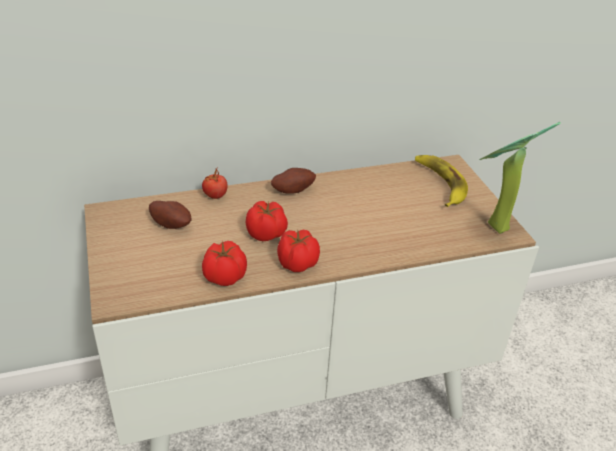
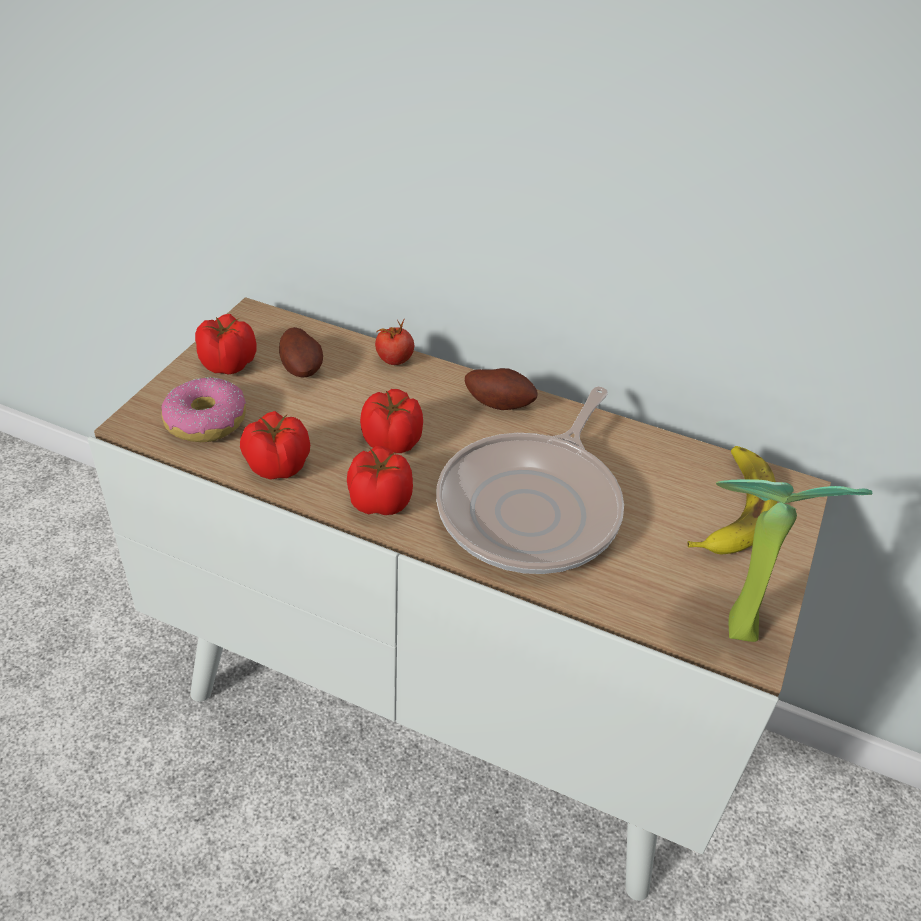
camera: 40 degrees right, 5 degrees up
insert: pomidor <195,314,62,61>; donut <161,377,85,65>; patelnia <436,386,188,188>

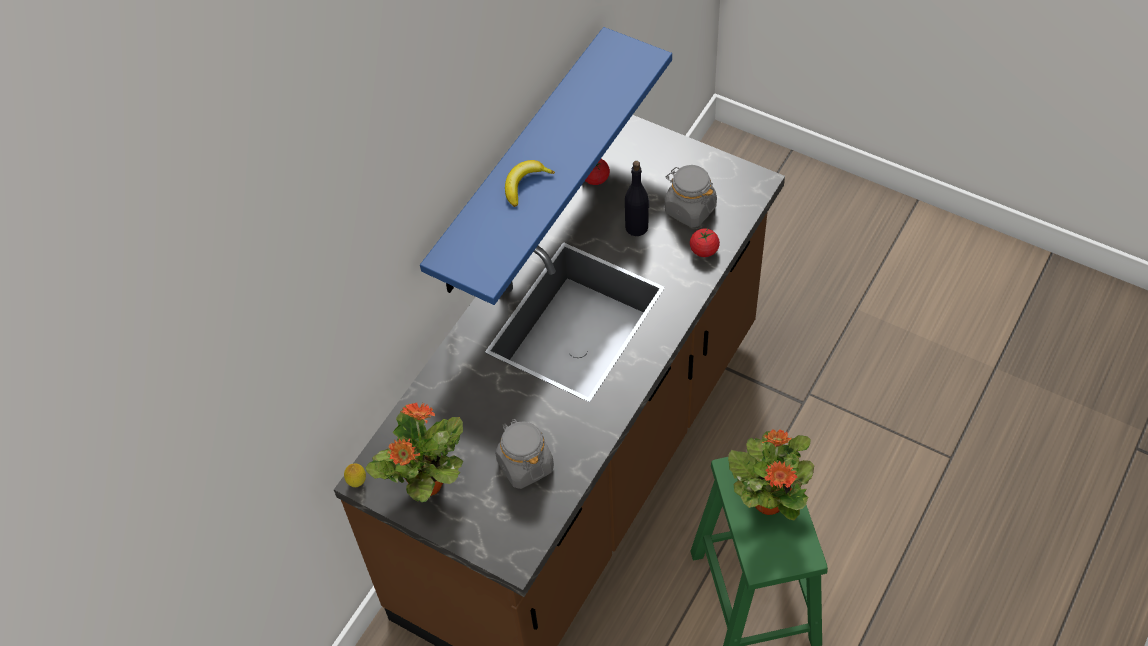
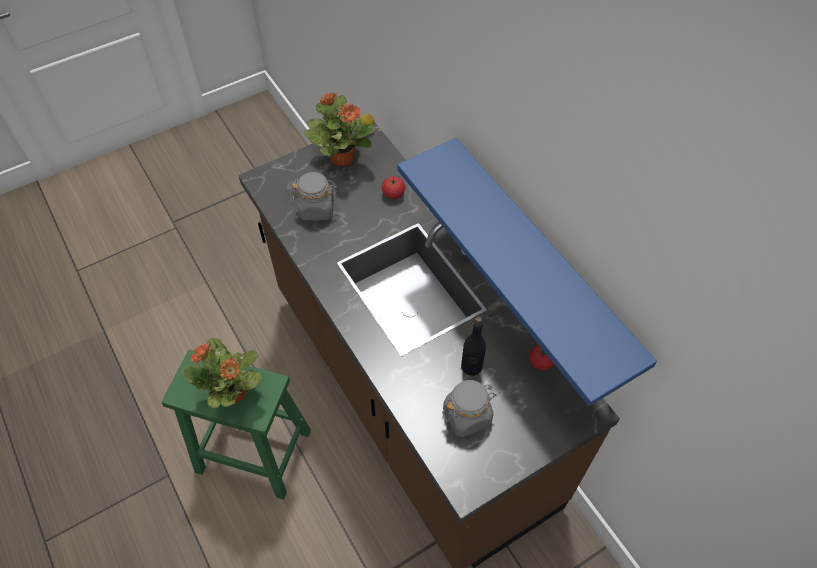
camera: 115 degrees right, 0 degrees up
delete: banan <505,160,50,47>
move: pomidor <690,228,30,29> to <382,176,23,23>

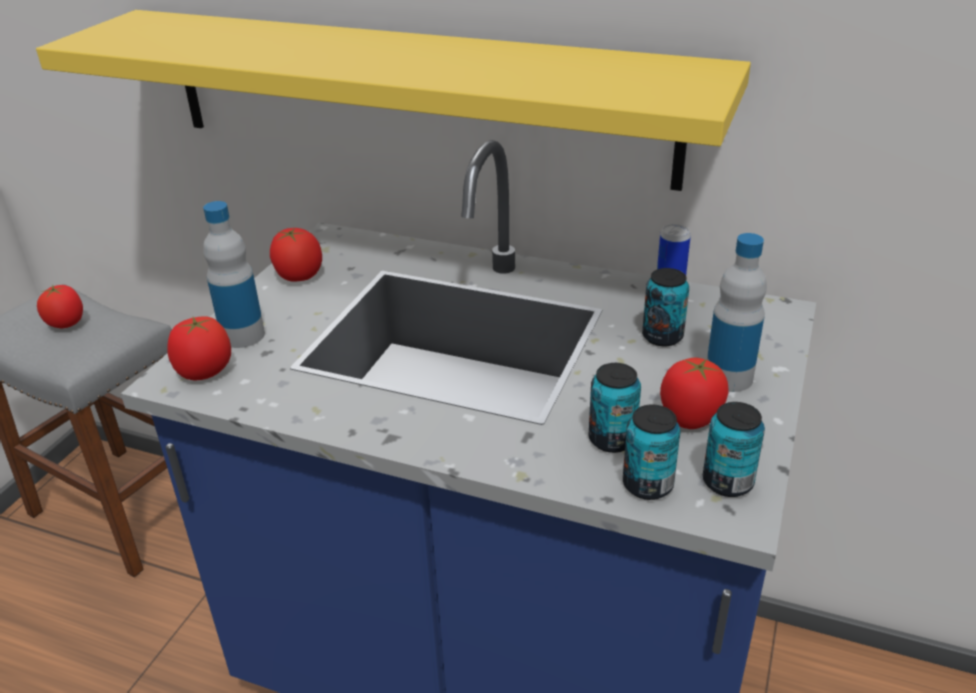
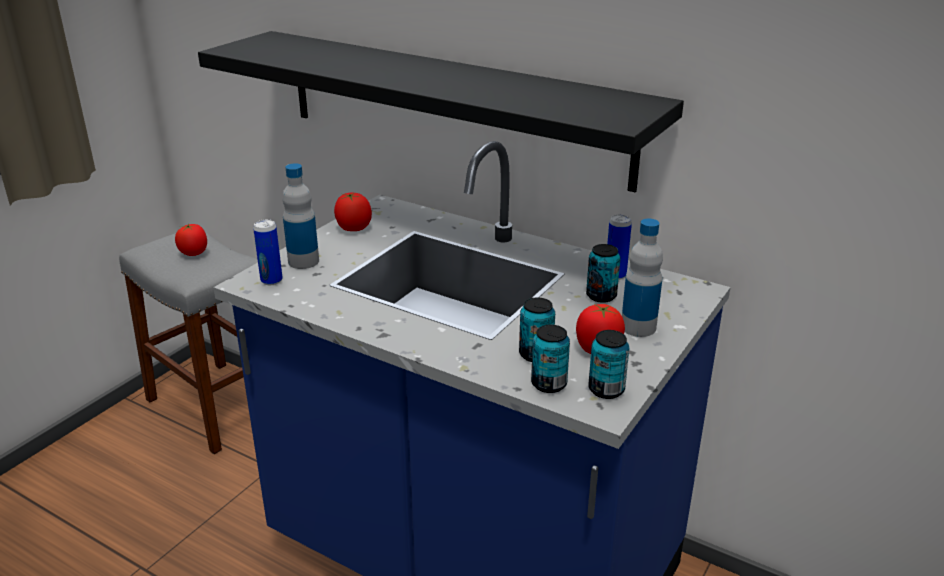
camera: 10 degrees right, 5 degrees down
replace: pomidor <167,316,64,64> to puszka <253,219,30,66>
recolor: półka [żółty] <36,10,715,181> to półka [czarny] <198,31,486,161>

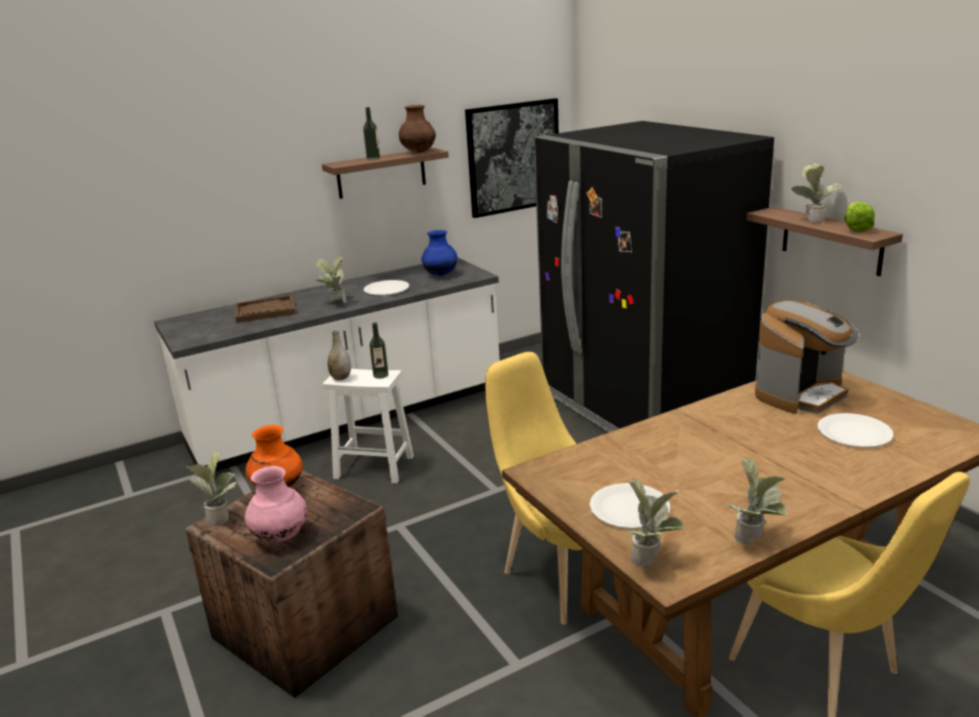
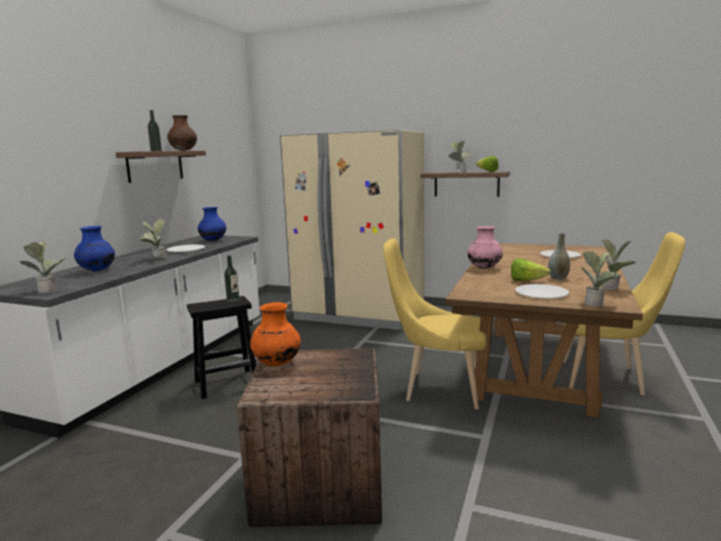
camera: 40 degrees left, 10 degrees down
delete: obraz <465,98,94,120>; ekspres do kawy <755,300,104,114>
insert: sałata <511,258,40,23>
move: wazon [szary] <328,329,23,51> to <548,233,22,47>; roślina doniczkowa <187,451,50,75> to <20,240,46,53>; wazon [różowy] <245,466,62,76> to <468,226,35,42>
replace: taca [brązowy] <235,295,61,28> to wazon [niebieski] <74,226,41,45>
recolor: lodówka [czarny] <534,121,240,312> to lodówka [beżowy] <280,130,144,200>; stołek [biały] <323,369,91,115> to stołek [czarny] <187,296,69,103>

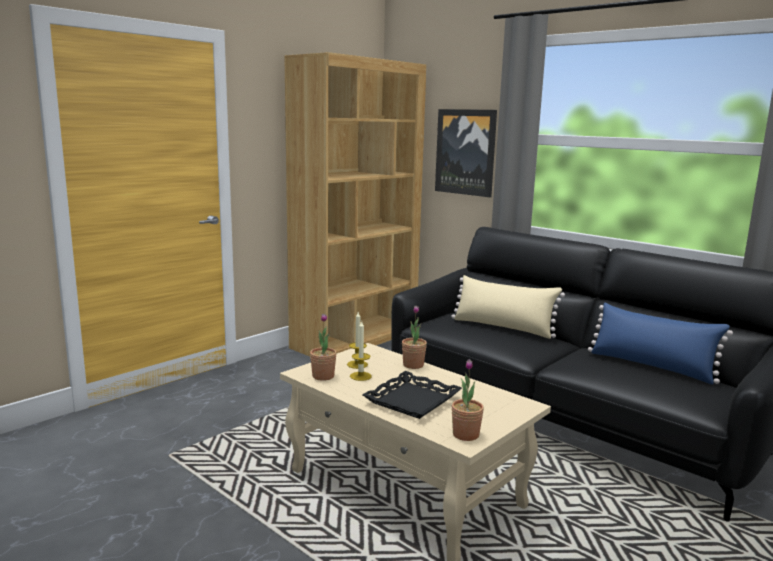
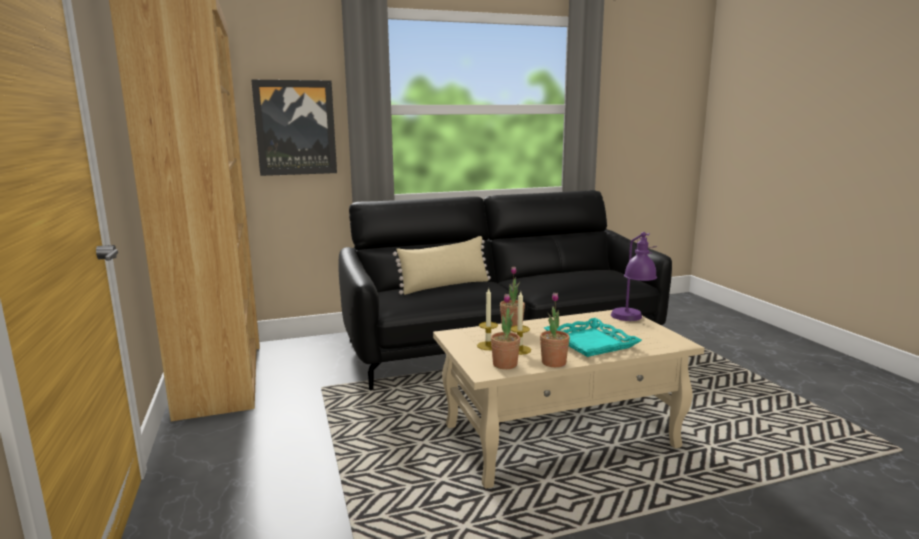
camera: 60 degrees left, 0 degrees up
delete: poduszka [niebieski] <588,303,145,82>
insert: lampa stołowa [fioletowy] <611,232,46,89>
move: roślina doniczkowa <452,359,32,82> to <540,292,30,75>
recolor: taca [czarny] <362,371,100,48> to taca [turkusowy] <544,318,98,39>

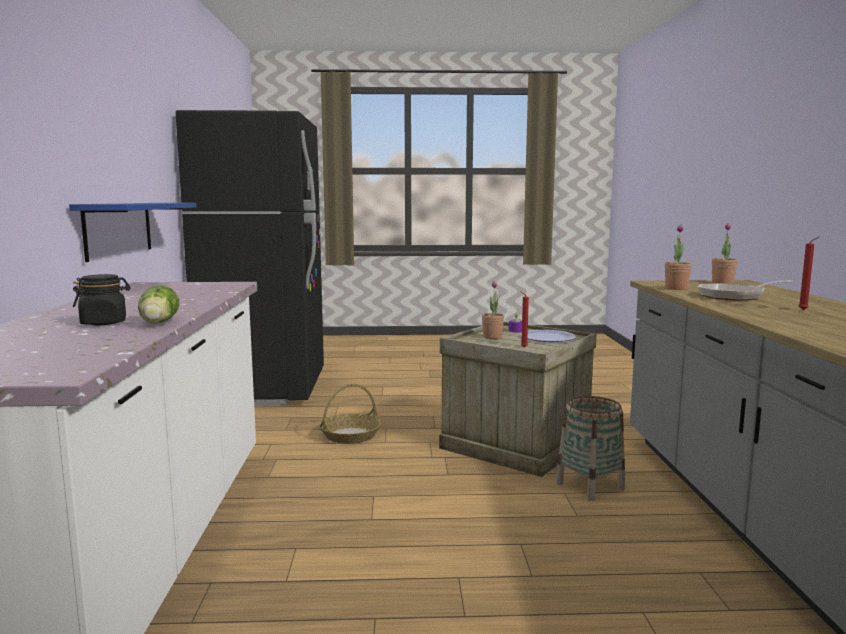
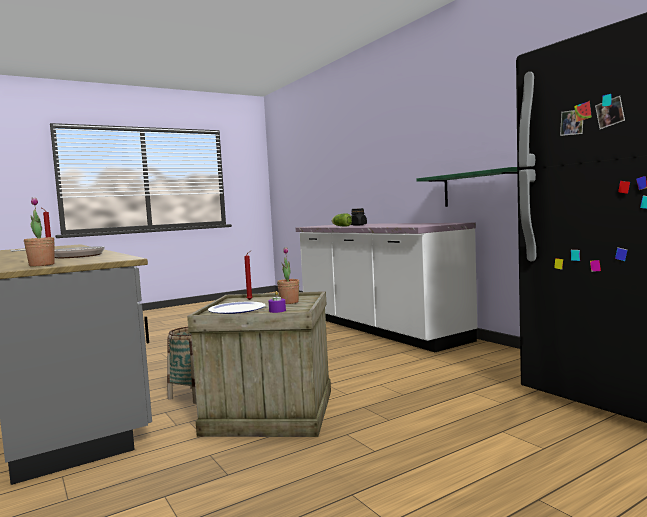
camera: 150 degrees right, 5 degrees down
delete: roślina doniczkowa <665,224,27,66>; koszyk <319,384,62,60>
recolor: półka [niebieski] <69,203,127,59> to półka [zielony] <417,167,100,40>

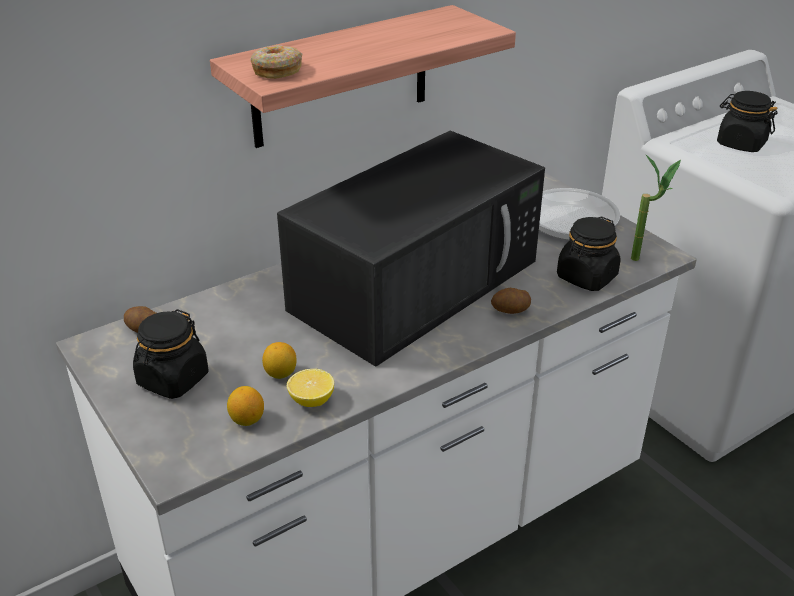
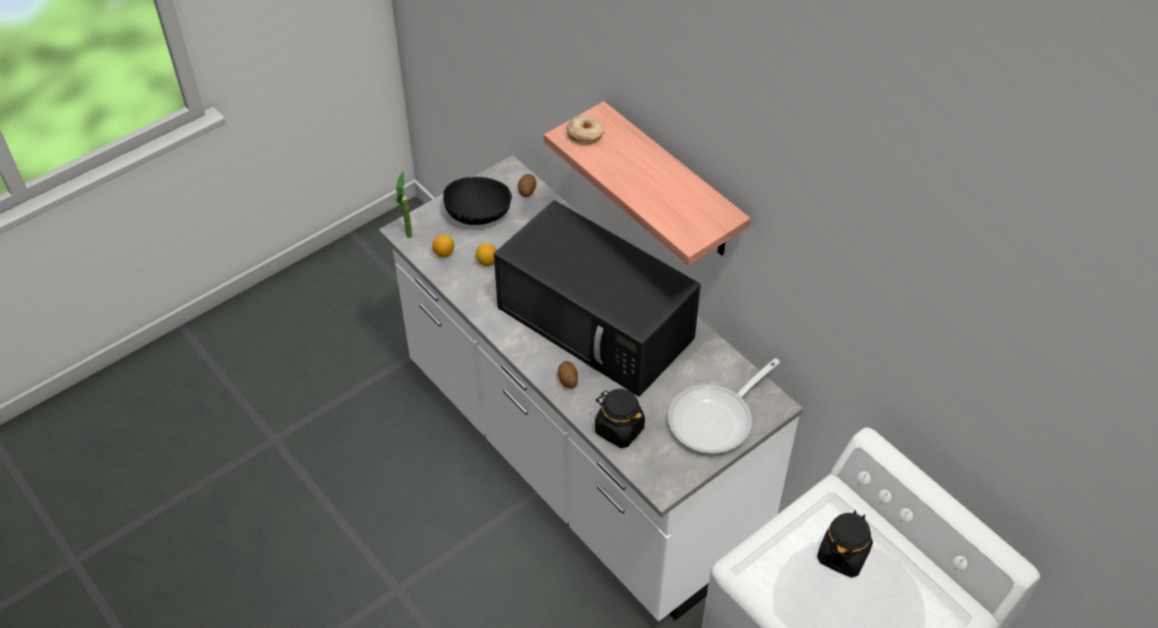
camera: 85 degrees right, 15 degrees up
delete: cytryna <287,369,47,38>
move: roślina doniczkowa <631,155,50,106> to <390,172,22,66>
replace: słoik [czarny] <133,309,75,90> to miska [czarny] <443,177,69,48>

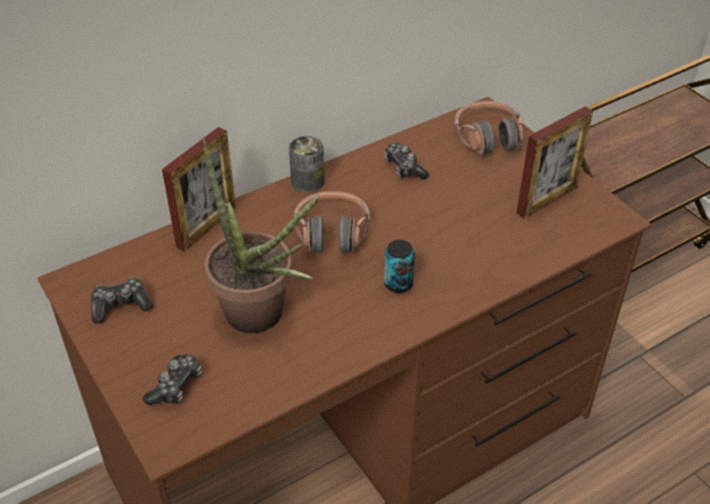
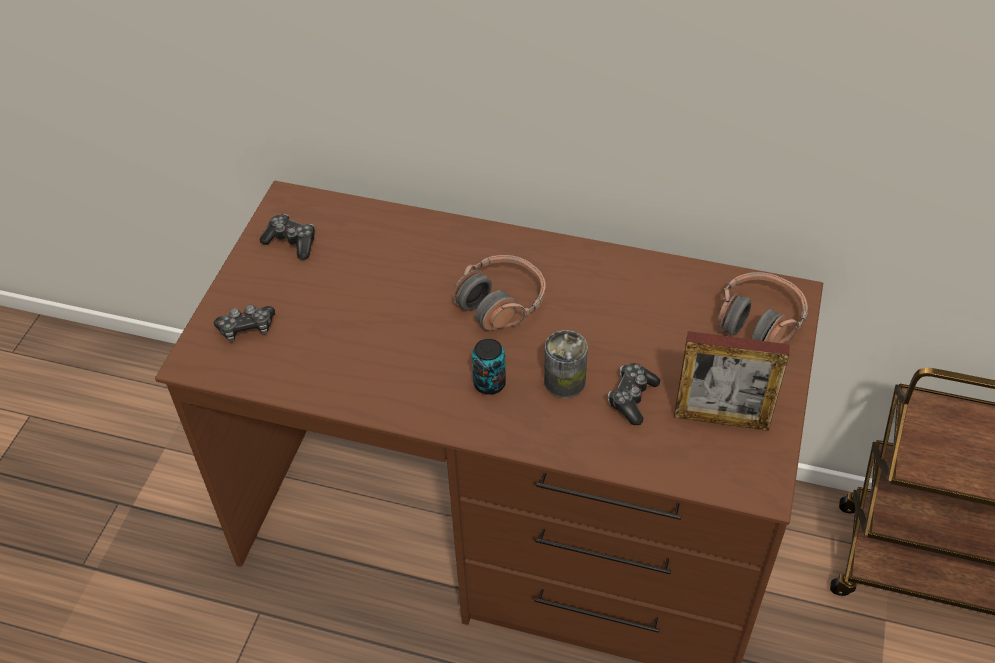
camera: 50 degrees right, 5 degrees up
delete: ramka na zdjęcie <162,127,74,124>; roślina doniczkowa <202,137,117,196>
move: puszka <289,136,36,57> to <544,330,44,68>; pad do gier <384,143,45,36> to <608,363,52,62>

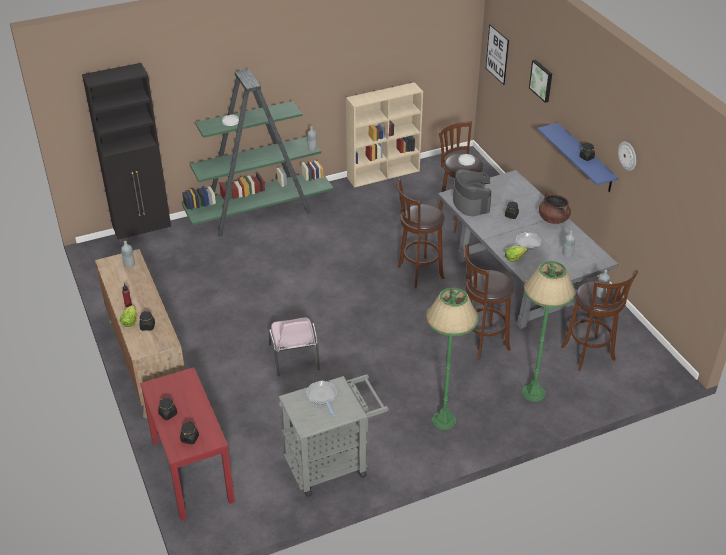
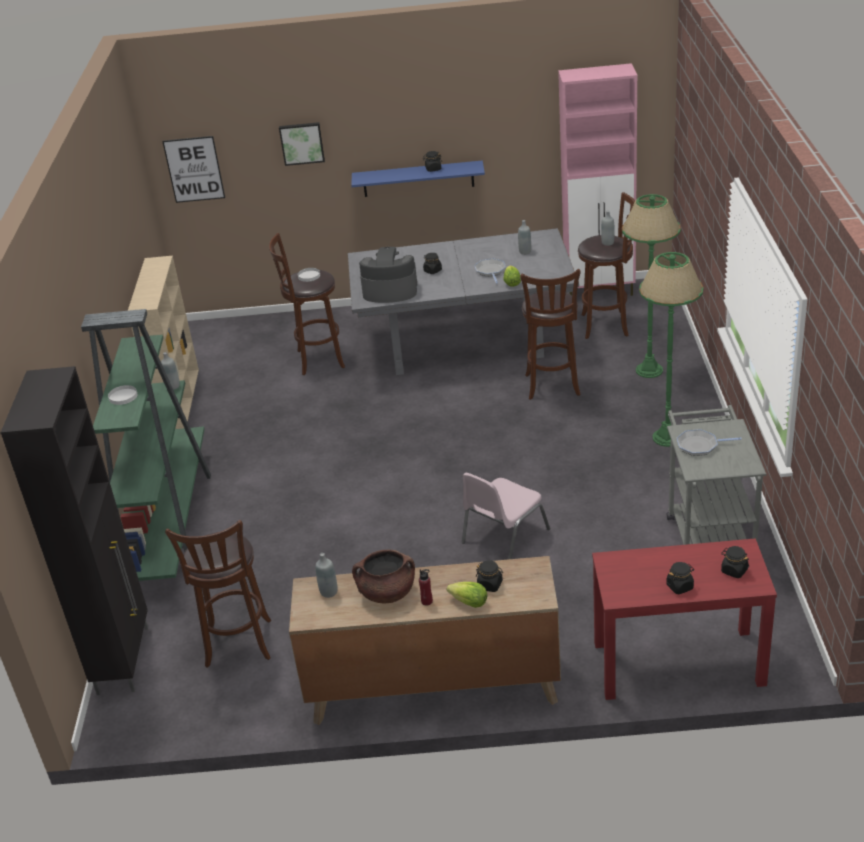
camera: 65 degrees left, 5 degrees down
delete: zegar ścienny <618,141,18,30>
insert: szafka [różowy] <558,63,79,233>
move: stołek [brązowy] <397,179,48,109> to <165,520,107,147>; garnek [brązowy] <539,192,32,32> to <352,550,63,53>
rotate: krzesło [różowy] <269,317,51,59> = <462,473,88,86> 120 degrees clockwise

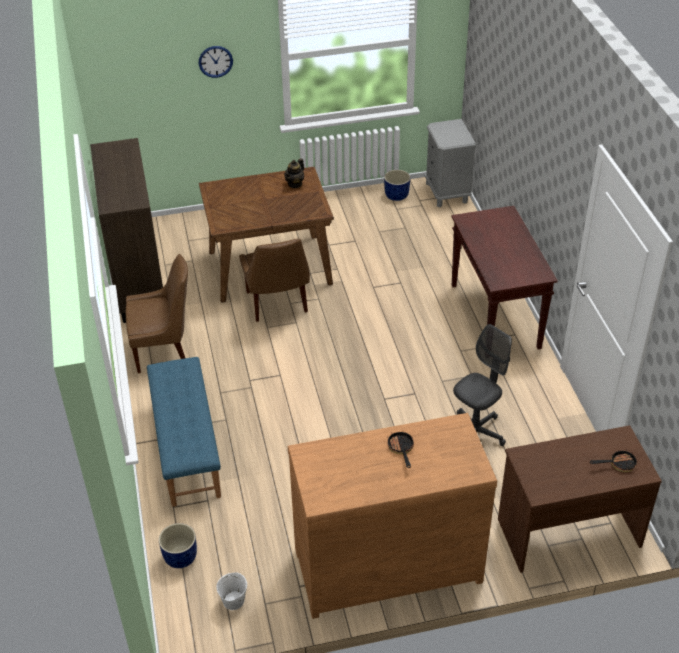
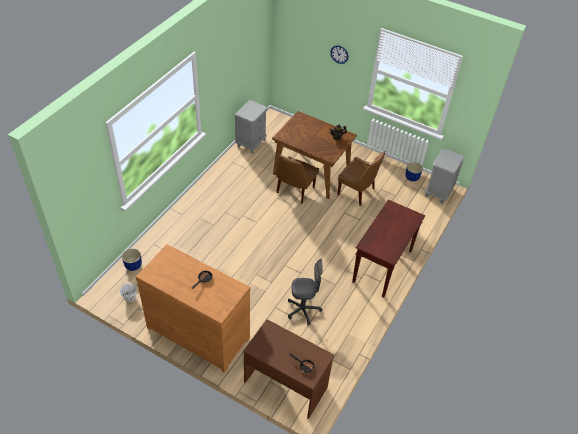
camera: 40 degrees right, 5 degrees up
delete: ławka [niebieski] <147,357,74,150>
move: krzesło [brązowy] <126,254,62,119> to <338,151,47,55>
replace: szafka [brązowy] <90,138,73,185> to szafka nocna [szary] <234,100,33,54>

